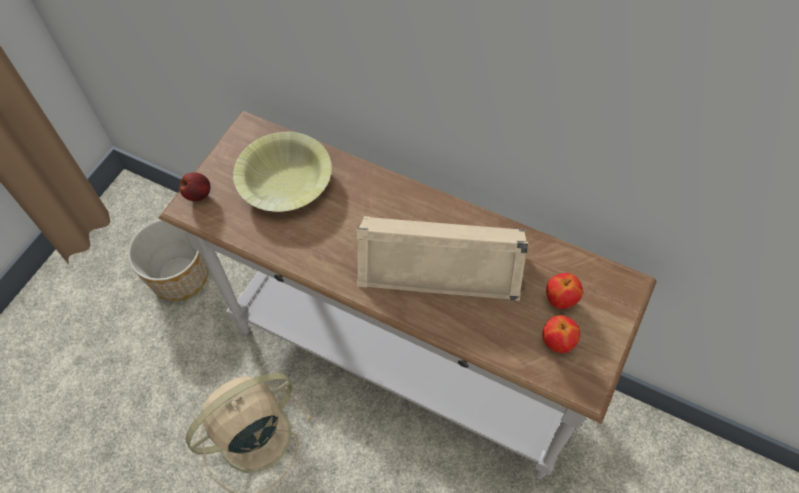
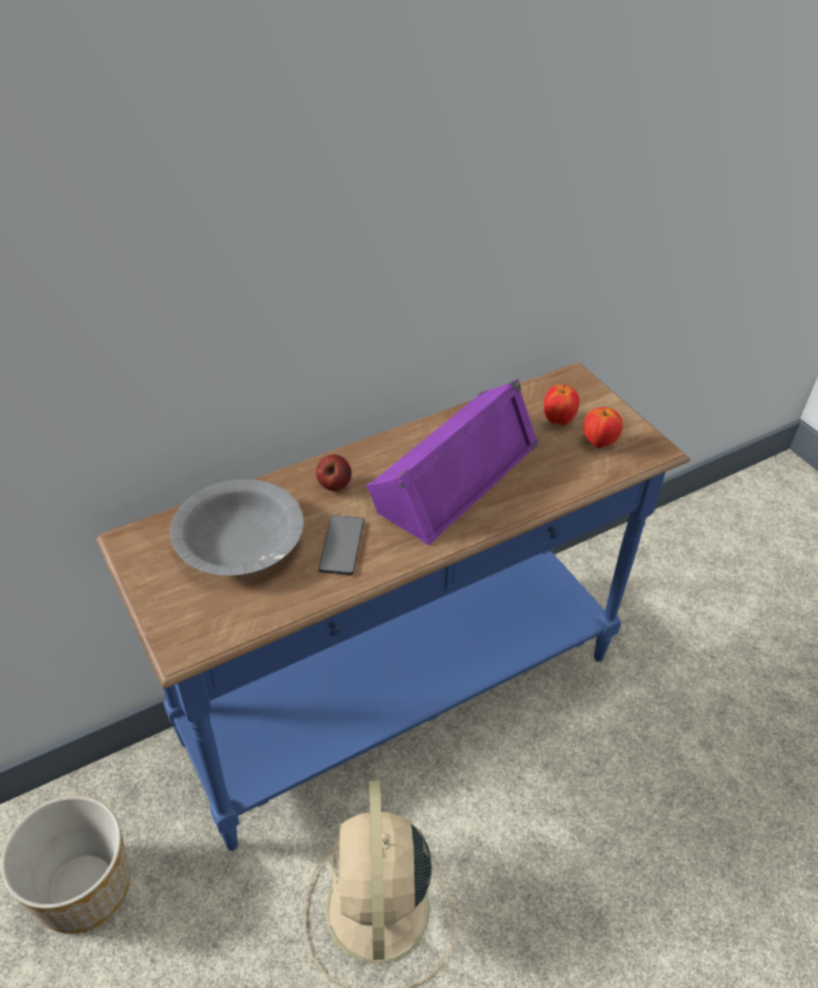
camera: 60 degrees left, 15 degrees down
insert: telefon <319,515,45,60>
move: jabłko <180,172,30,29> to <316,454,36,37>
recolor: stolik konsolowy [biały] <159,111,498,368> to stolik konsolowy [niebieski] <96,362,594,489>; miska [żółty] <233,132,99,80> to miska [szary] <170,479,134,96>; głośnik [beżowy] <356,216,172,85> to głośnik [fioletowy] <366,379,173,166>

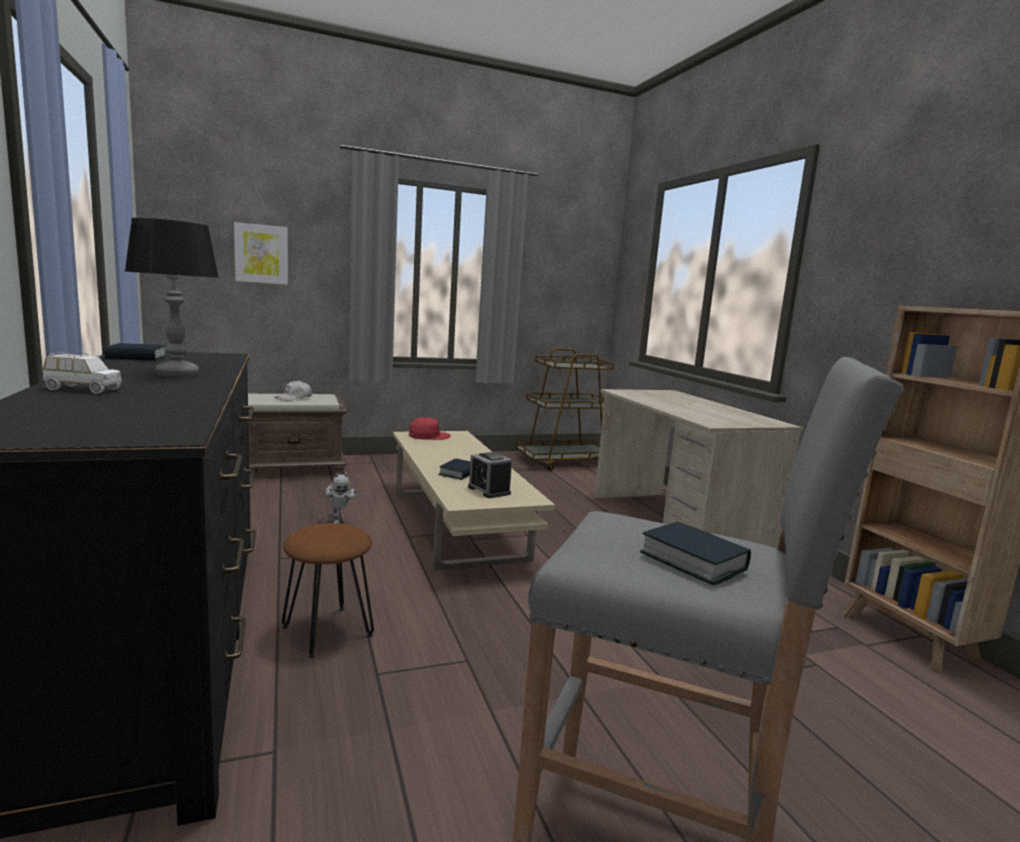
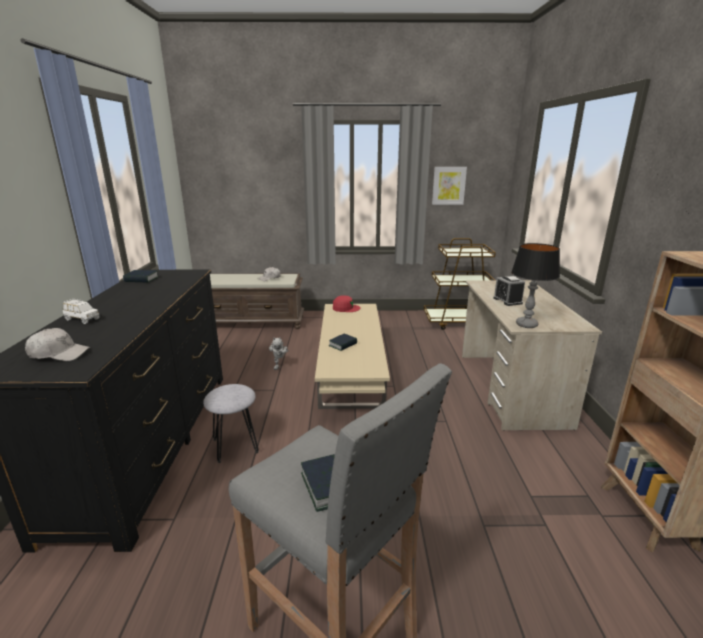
camera: 20 degrees right, 10 degrees up
insert: czapka z daszkiem [biały] <25,328,65,33>
move: lampa stołowa <125,218,94,159> to <511,243,49,85>; obraz <234,222,54,63> to <432,167,35,38>; budzik <468,452,44,46> to <493,276,32,30>
recolor: stołek [brązowy] <282,523,92,135> to stołek [szary] <203,384,56,79>

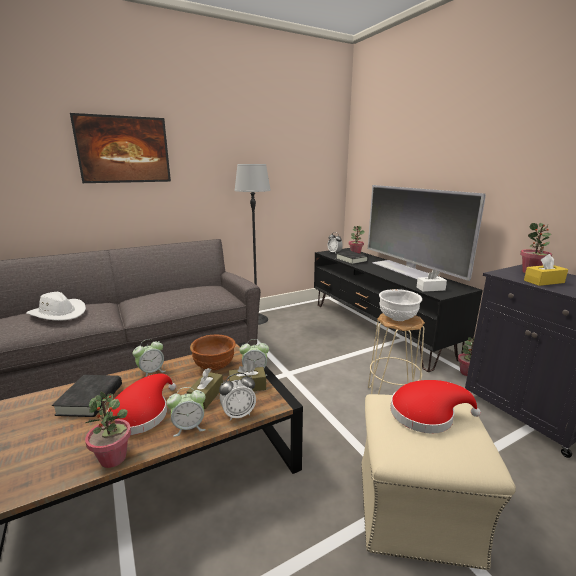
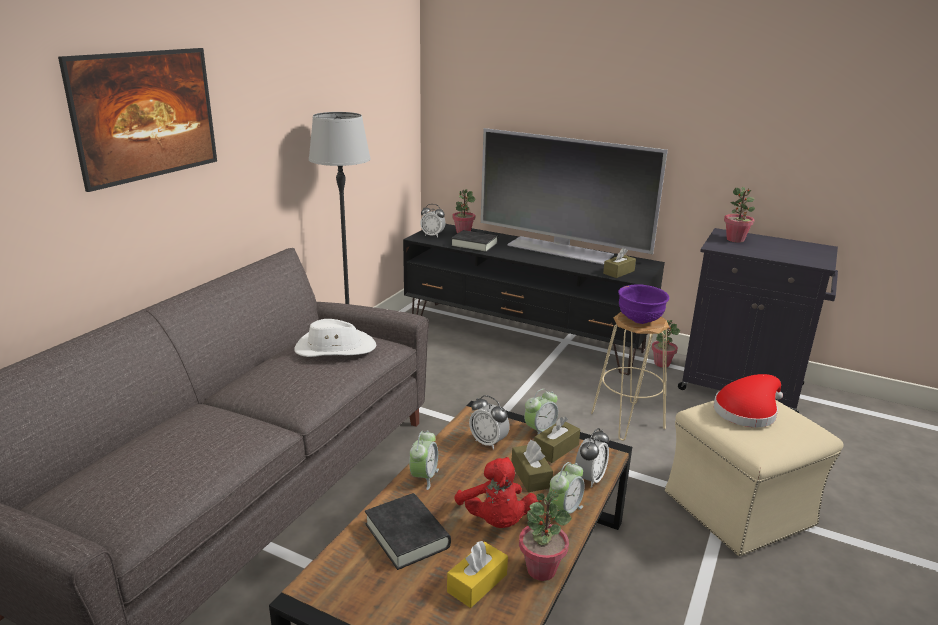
camera: 35 degrees left, 5 degrees up
move: pudełko chusteczek [żółty] <524,254,44,32> to <447,541,61,67>; kapelusz [biały] <26,292,60,29> to <294,319,82,38>
replace: miska [brązowy] <190,335,46,36> to budzik <469,395,41,55>; kapelusz [czerwony] <107,373,69,62> to pluszak [czerwony] <454,457,84,71>
recolor: pudełko chusteczek [biały] <417,269,30,23> to pudełko chusteczek [brązowy] <603,248,33,30>; miska [biały] <379,289,43,32> to miska [fioletowy] <618,284,51,40>

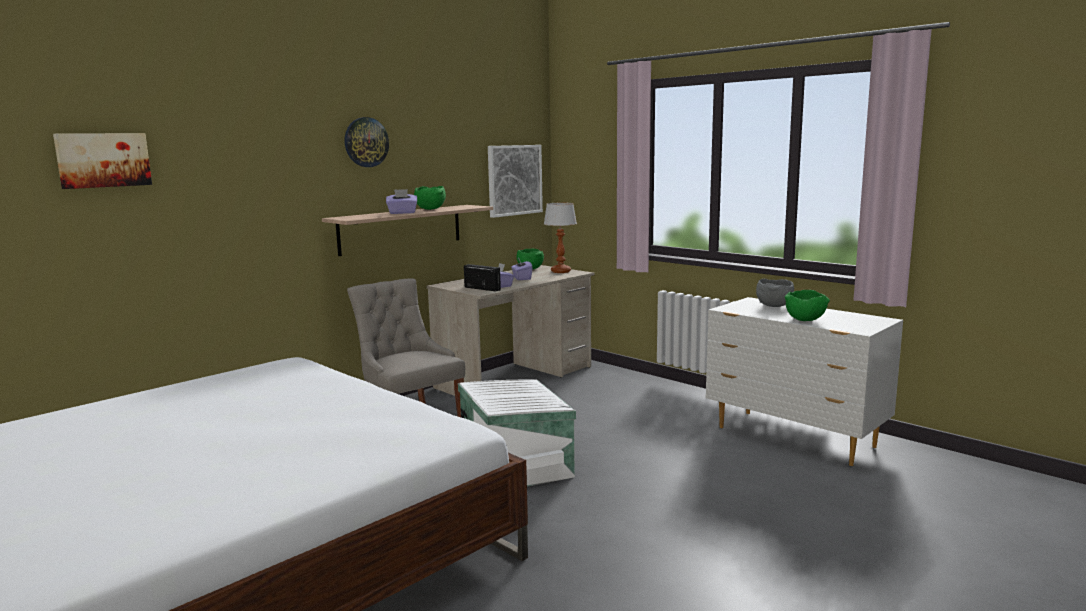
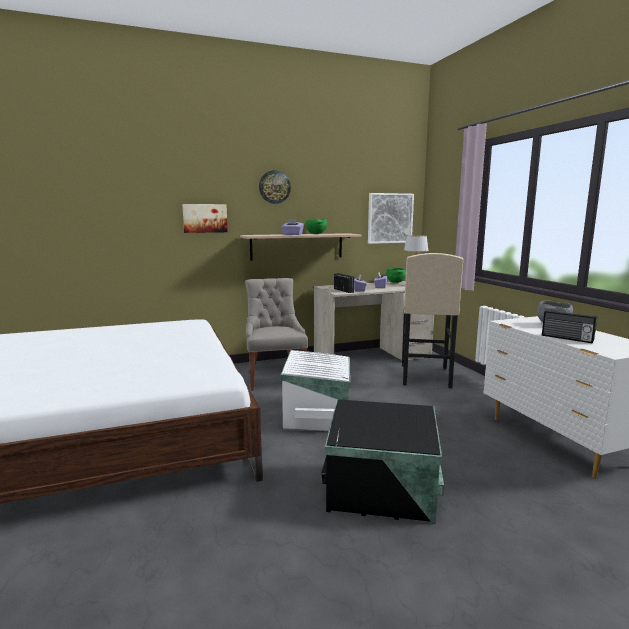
camera: 25 degrees right, 0 degrees up
insert: stołek [beżowy] <402,253,61,135>; pojemnik do przechowywania [czarny] <321,399,123,125>
move: obraz <53,133,99,56> to <182,204,46,29>
replace: miska [zielony] <785,290,45,31> to radio <542,310,55,33>

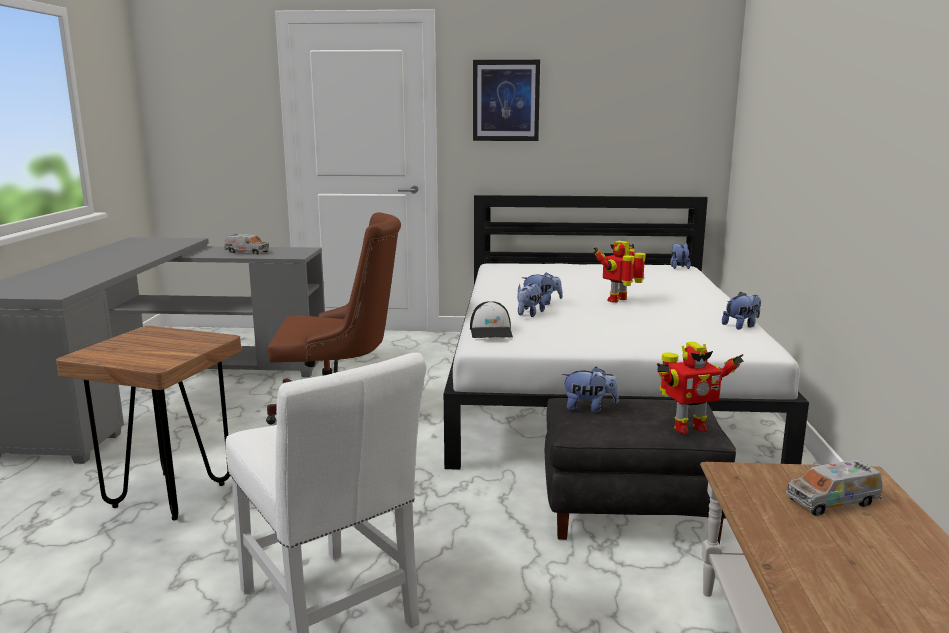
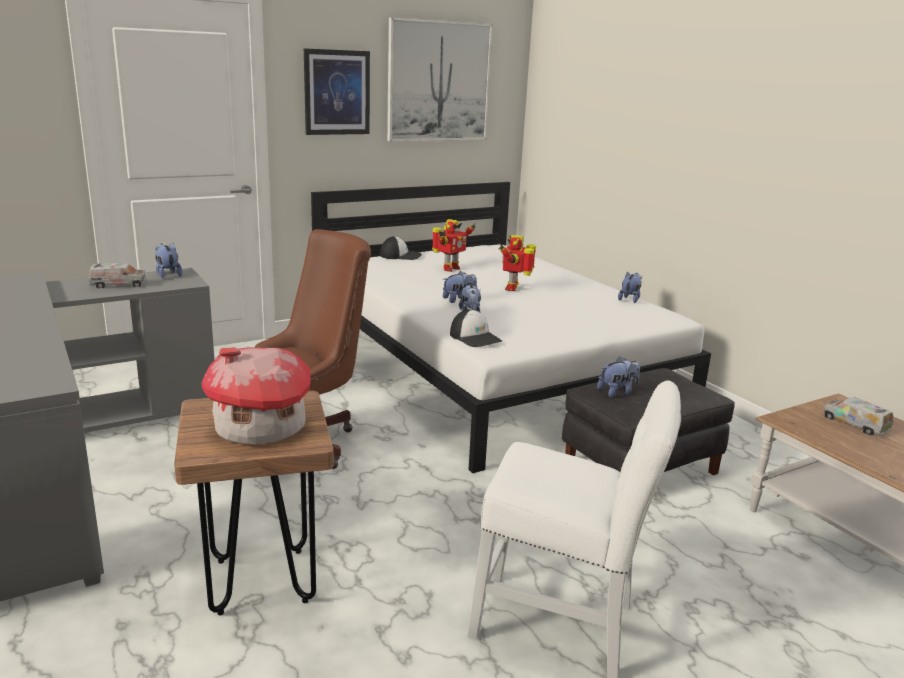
camera: 35 degrees left, 5 degrees up
insert: obraz <387,17,106,125>; czapka z daszkiem <380,236,41,24>; domek <202,347,109,97>
move: pluszak <670,243,21,26> to <155,243,27,35>; robot zabawkowy <657,342,87,93> to <432,219,44,53>
rotate: ciężarówka zabawkowa <786,460,97,56> = <823,397,70,39> 105 degrees clockwise

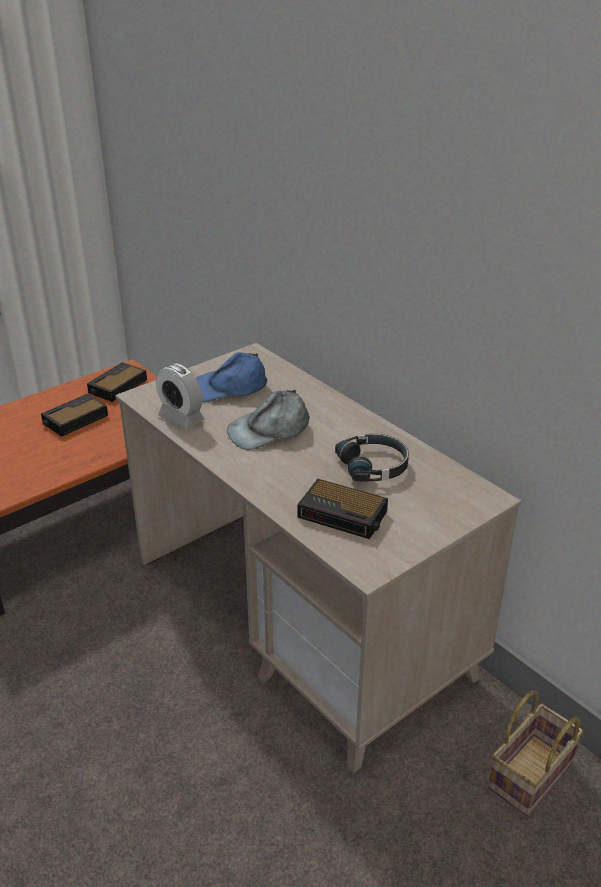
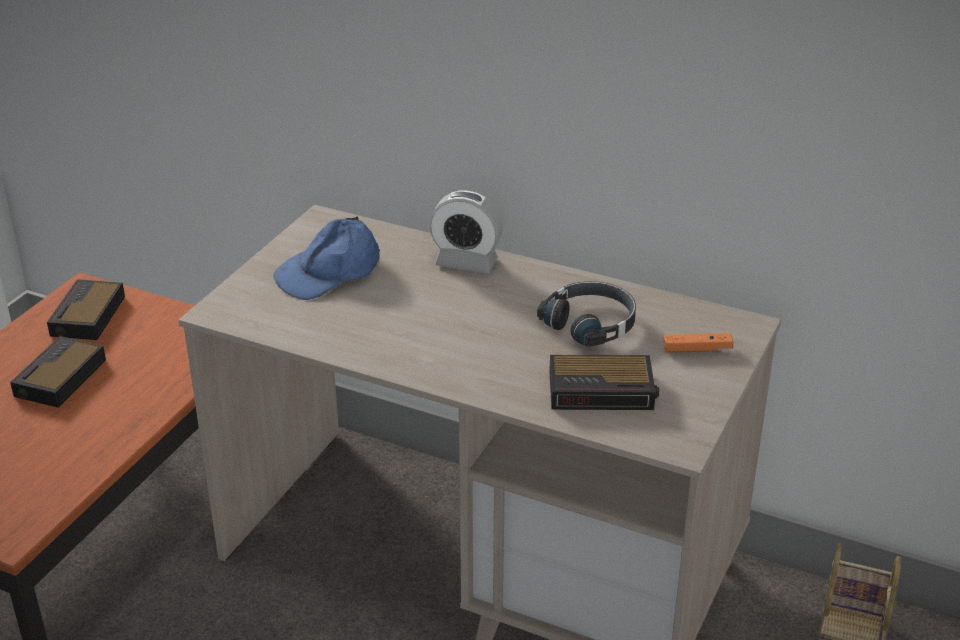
camera: 25 degrees left, 0 degrees up
delete: czapka z daszkiem [szary] <227,390,83,60>
insert: pad do gier [pomarańczowy] <664,333,70,20>
move: budzik <156,364,49,65> to <430,190,73,83>

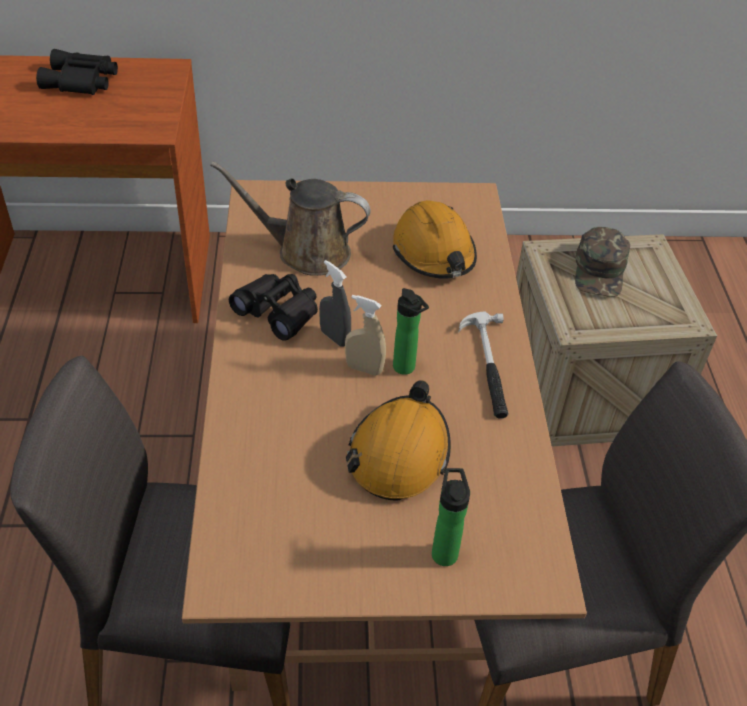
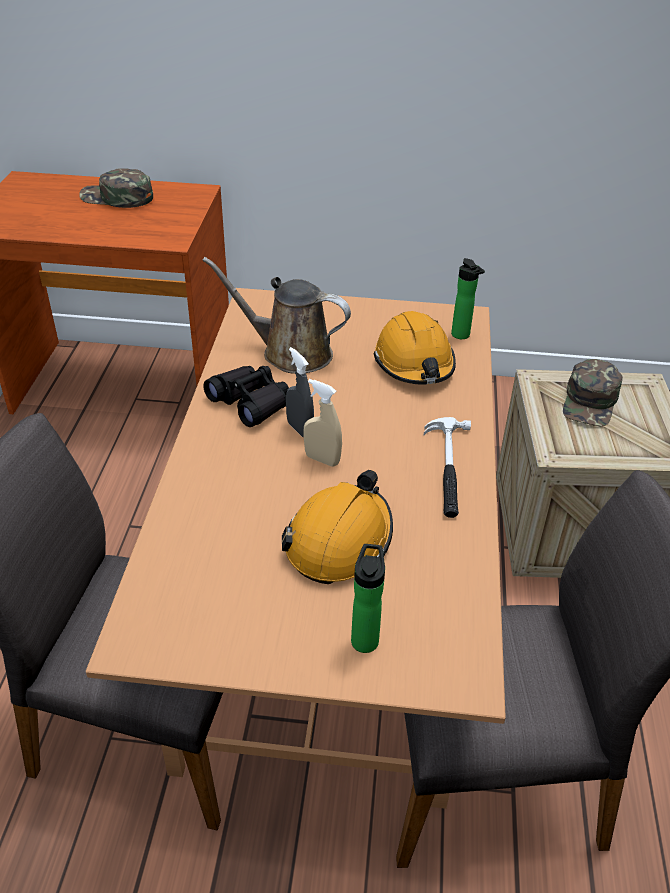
camera: 10 degrees right, 5 degrees down
move: butelka <393,288,36,87> to <451,258,34,81>
replace: lornetka [czarny] <36,49,82,46> to czapka z daszkiem [zielony] <79,168,74,40>

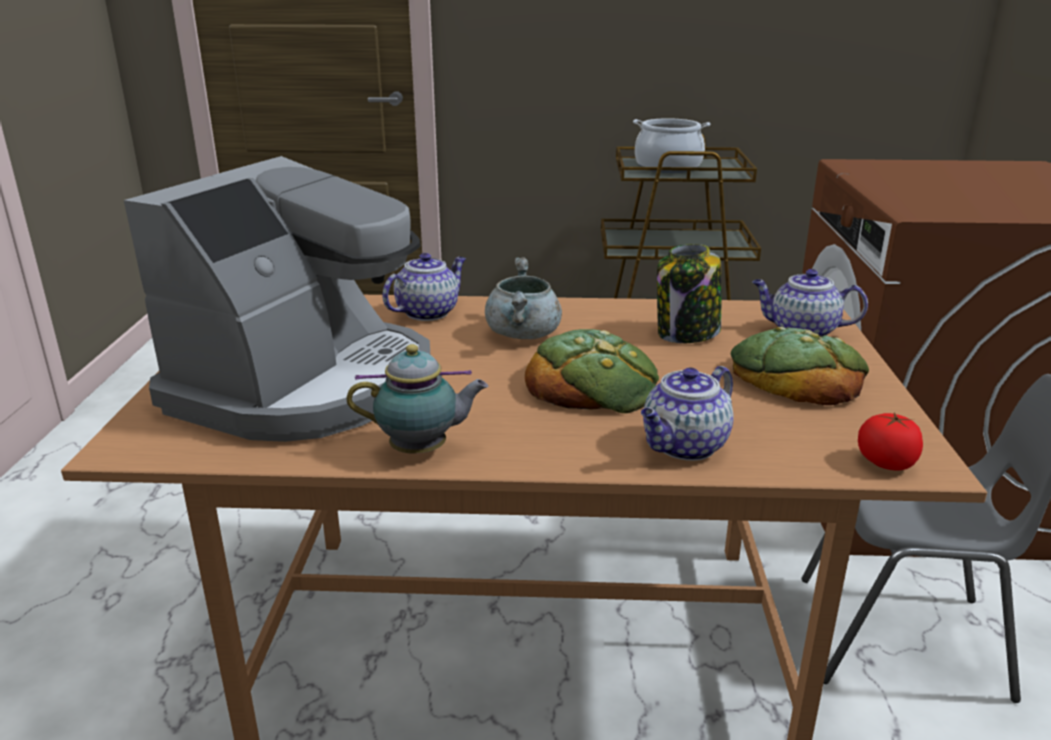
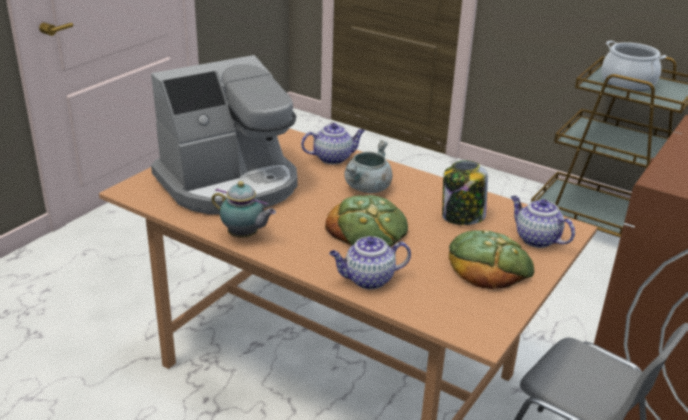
camera: 30 degrees right, 5 degrees up
delete: pomidor <858,412,65,59>

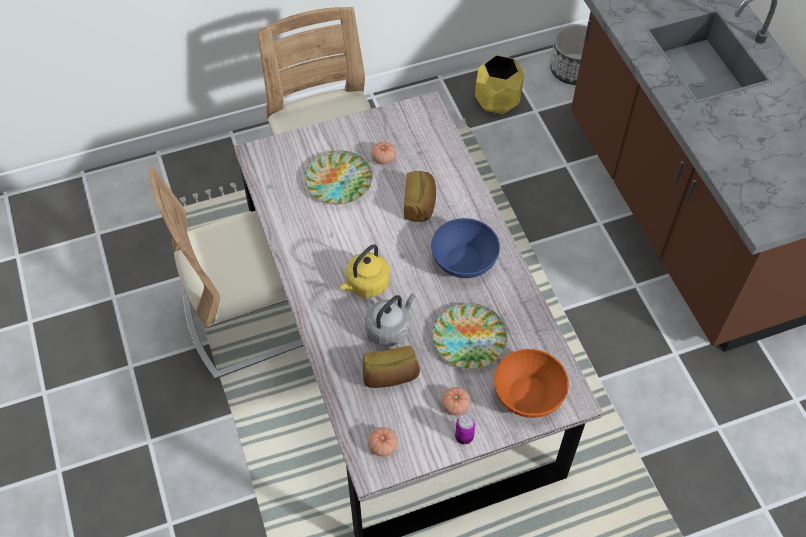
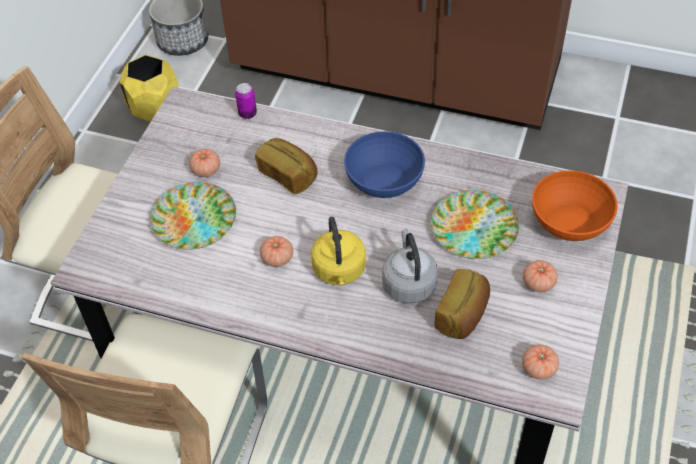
camera: 50 degrees left, 5 degrees down
insert: pomidor <260,236,33,31>
move: puszka <455,415,21,29> to <235,83,22,36>

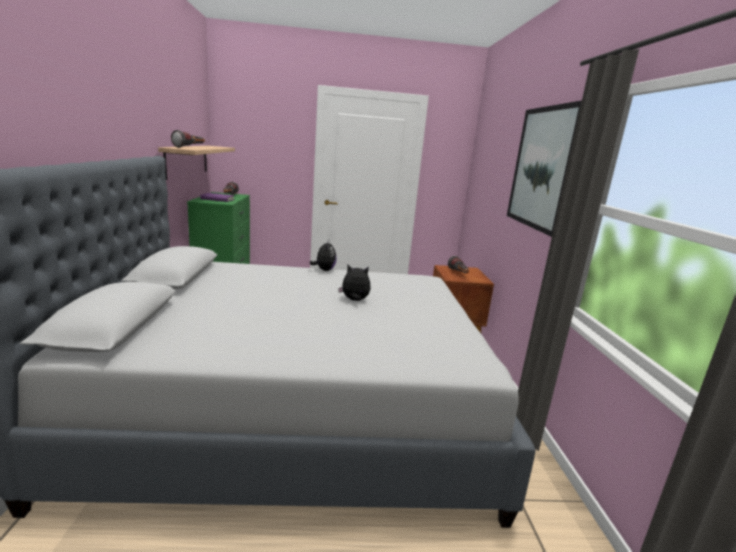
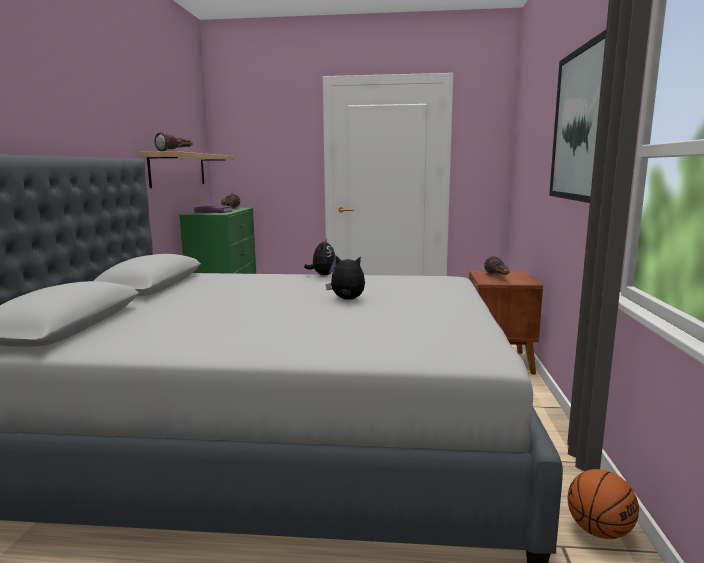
camera: 10 degrees right, 5 degrees down
insert: piłka do koszykówki <568,469,71,70>

